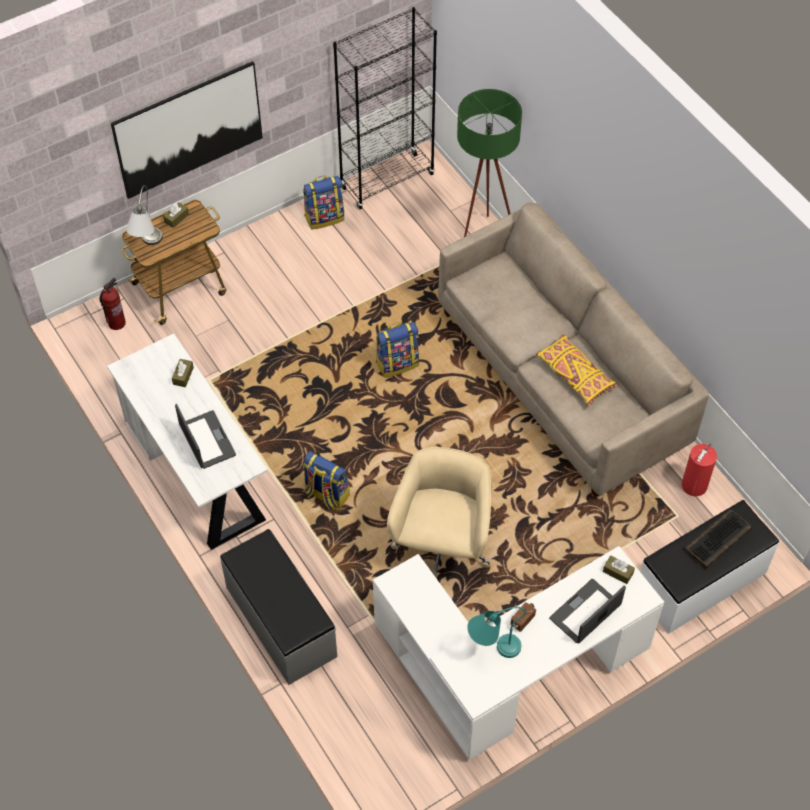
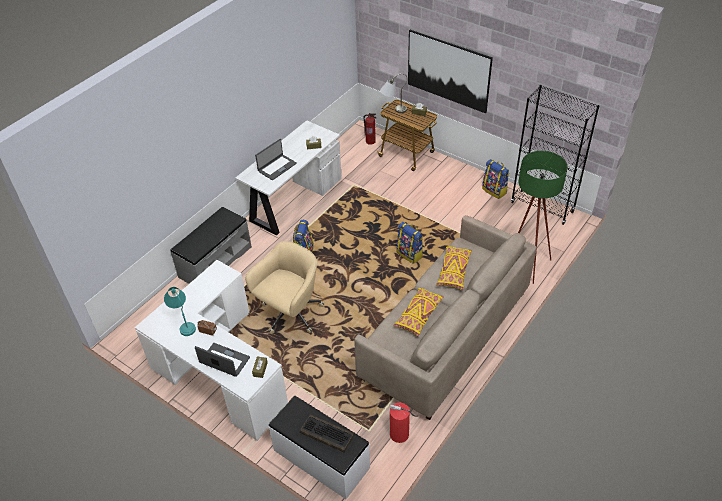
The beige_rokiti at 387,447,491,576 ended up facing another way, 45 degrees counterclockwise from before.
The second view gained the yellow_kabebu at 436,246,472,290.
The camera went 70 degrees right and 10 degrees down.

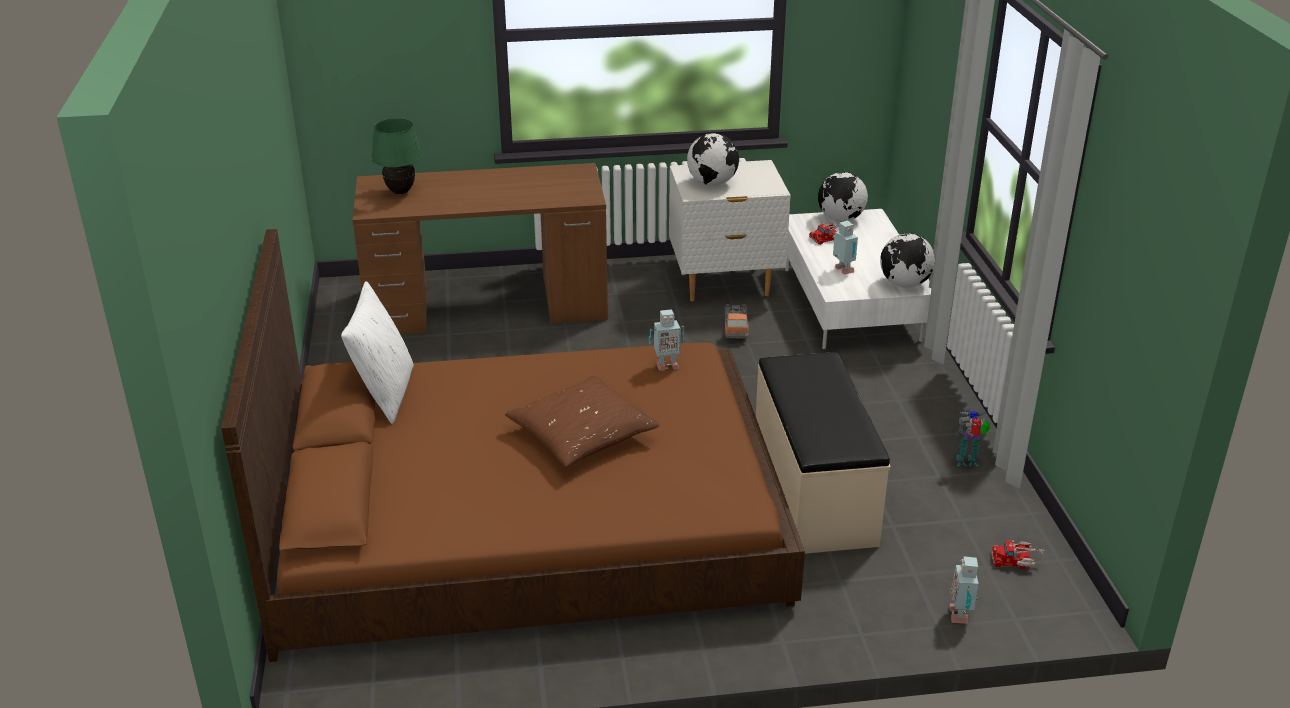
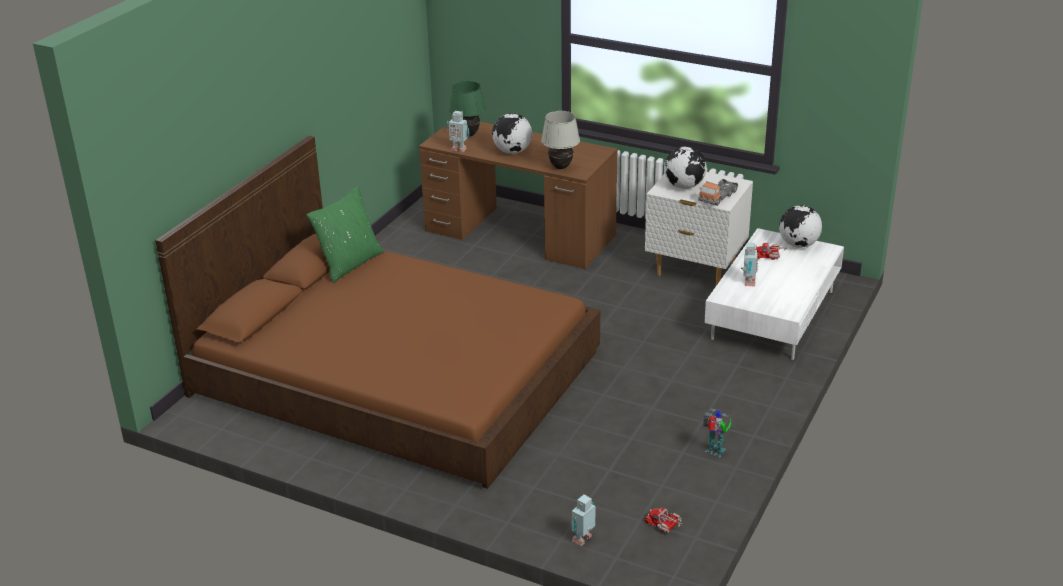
The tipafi ended up elsewhere, having gone from 880,233,935,288 to 492,113,532,154.
What was the white_kabebu at 341,281,414,424 turned into the green_kabebu at 307,186,383,283.
The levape ended up elsewhere, having gone from 725,304,750,338 to 698,179,738,206.
The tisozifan ended up elsewhere, having gone from 649,309,684,371 to 447,111,469,152.
The second view lost the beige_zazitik at 756,352,890,554.
The second view lost the brown_kabebu at 505,375,660,467.
The second view gained the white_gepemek at 541,111,580,169.
The camera went 35 degrees right and 0 degrees up.

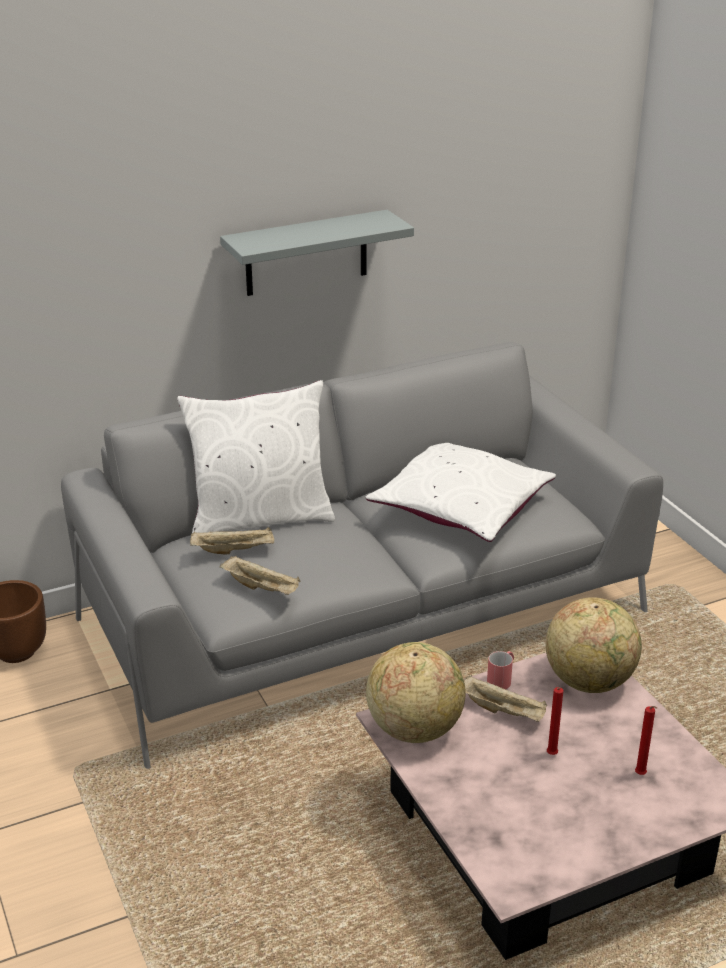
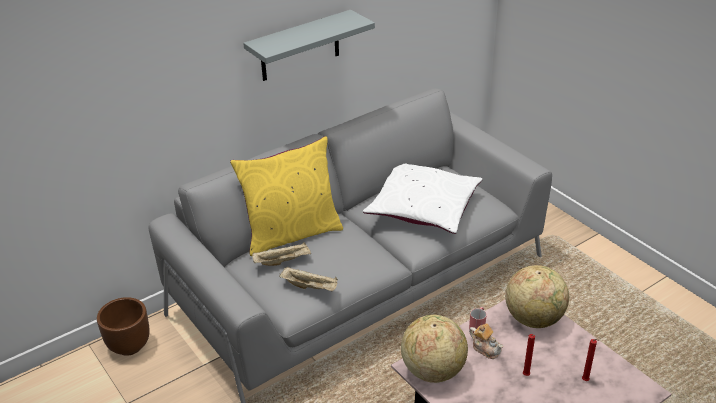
What was the white_kabebu at 177,380,335,533 turned into the yellow_kabebu at 230,136,343,256.
Where the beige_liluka stood at 464,675,547,722, the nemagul came to stand at 469,323,503,359.
The camera went 10 degrees left and 5 degrees up.

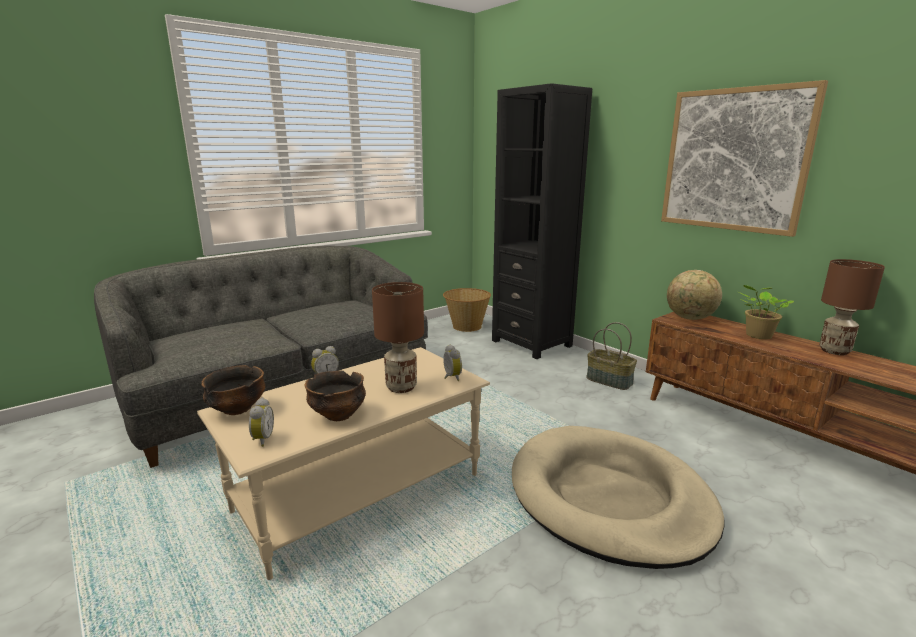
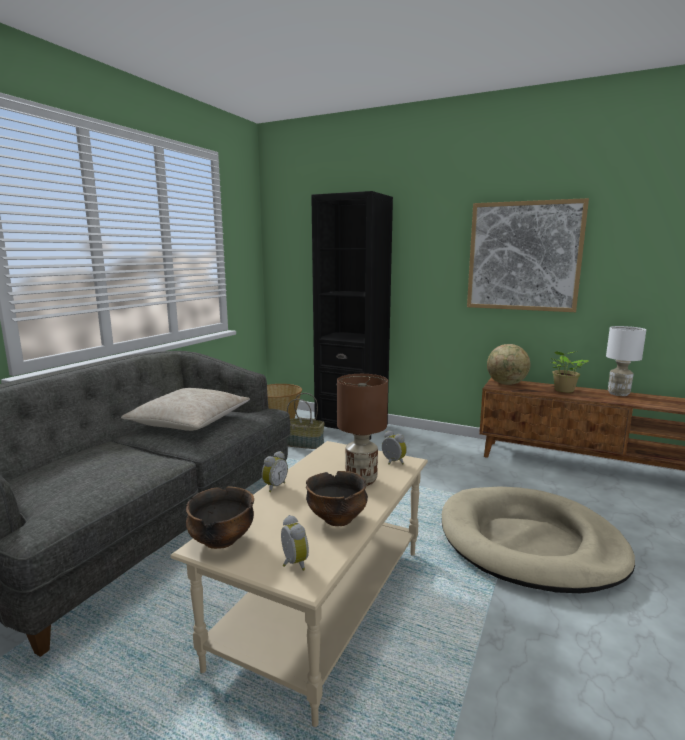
What was the brown_gepemek at 820,259,885,355 turned into the white_gepemek at 606,326,646,396.
The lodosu ended up elsewhere, having gone from 587,322,637,390 to 286,393,325,449.
The second view gained the beige_kabebu at 121,388,250,431.
The camera went 25 degrees left and 5 degrees down.

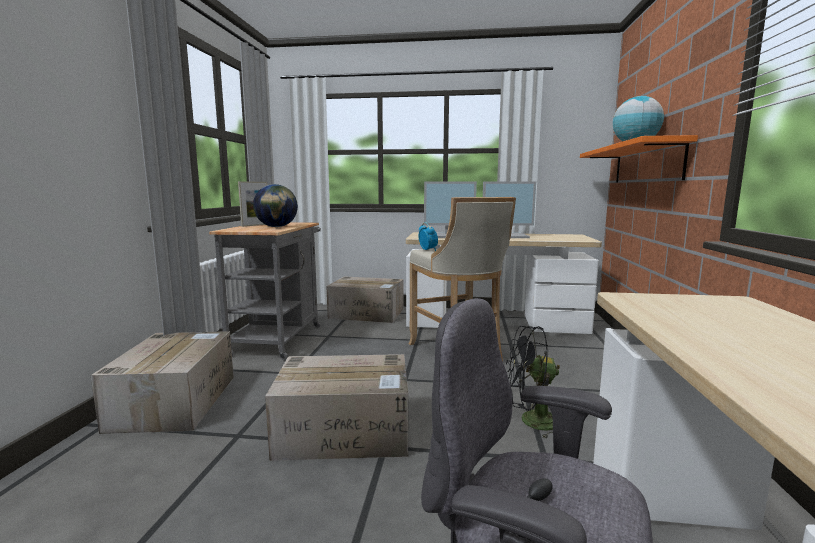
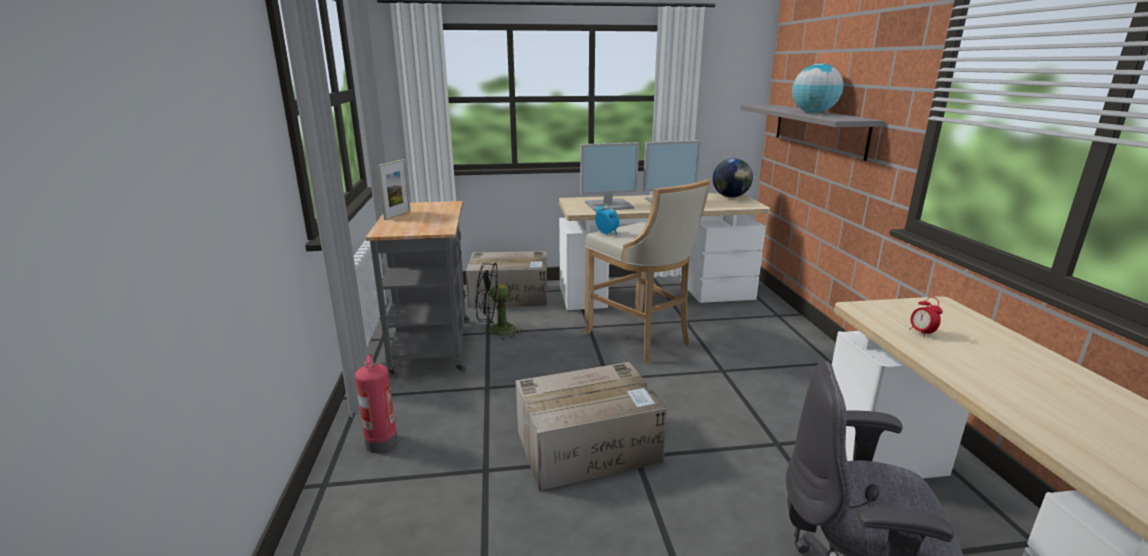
What was the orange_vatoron at 580,135,698,183 turned into the grey_vatoron at 740,105,884,161.
The tipafi ended up elsewhere, having gone from 253,184,298,227 to 713,158,753,197.
The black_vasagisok ended up elsewhere, having gone from 506,326,560,439 to 476,263,524,341.
Where the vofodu stood at 90,331,234,434, the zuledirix came to stand at 355,354,398,453.
The second view gained the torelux at 910,297,943,338.
The camera went 15 degrees left and 10 degrees up.

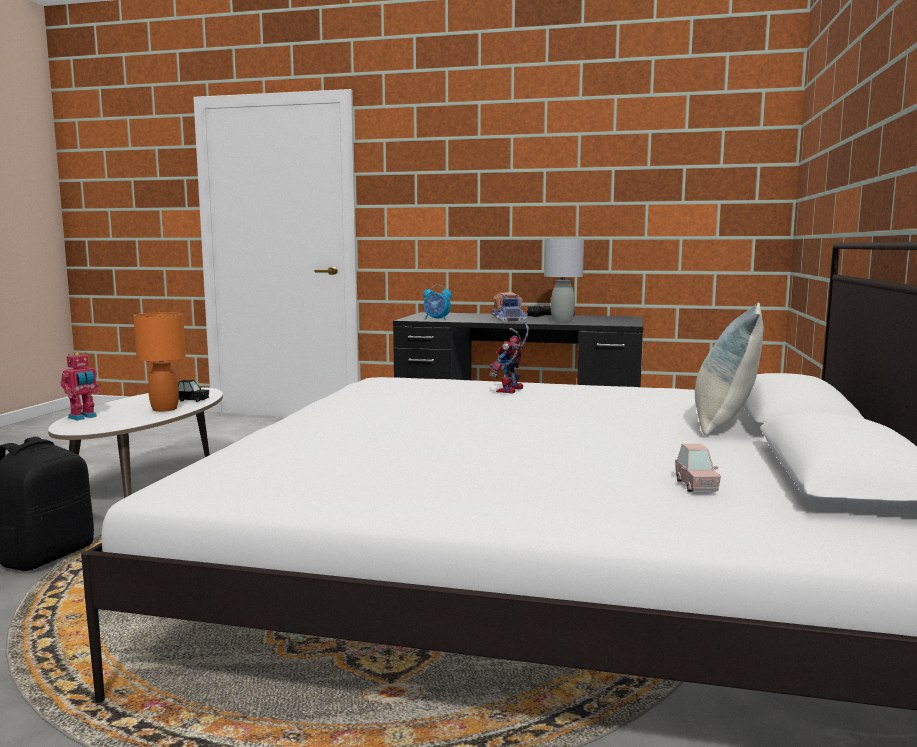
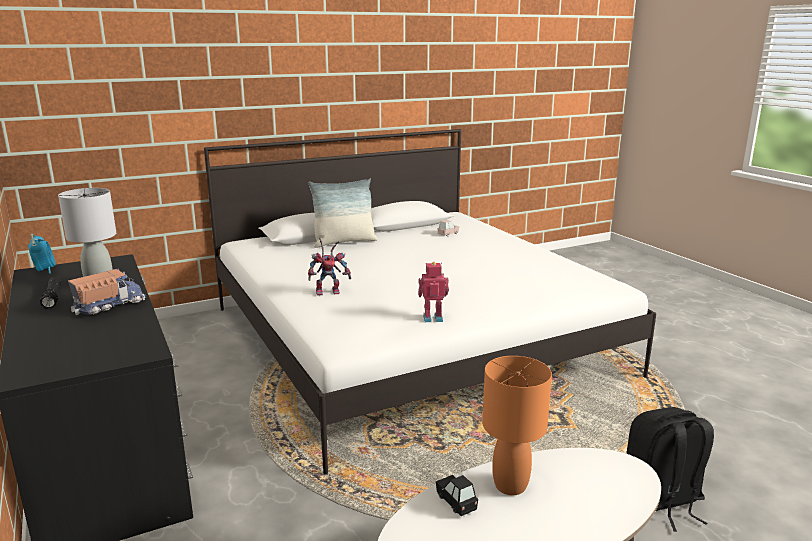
The torelux ended up elsewhere, having gone from 423,284,452,320 to 28,234,56,274.
The tisozifan ended up elsewhere, having gone from 60,352,101,420 to 418,262,449,322.
The camera went 130 degrees left and 10 degrees up.

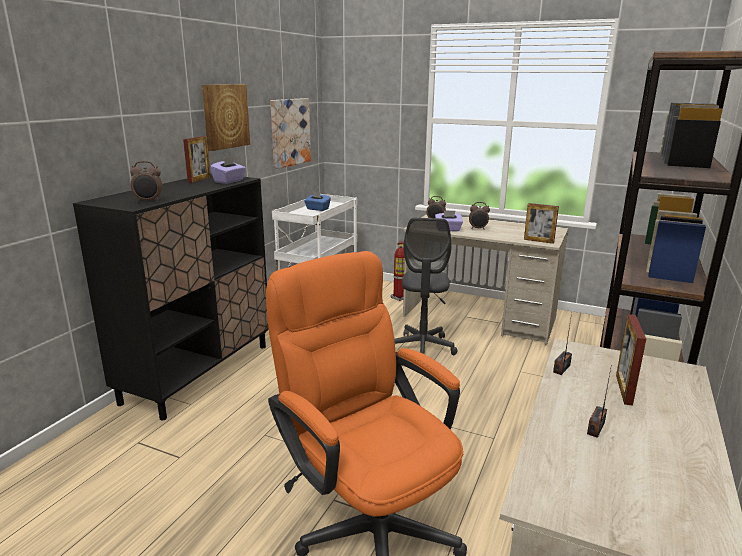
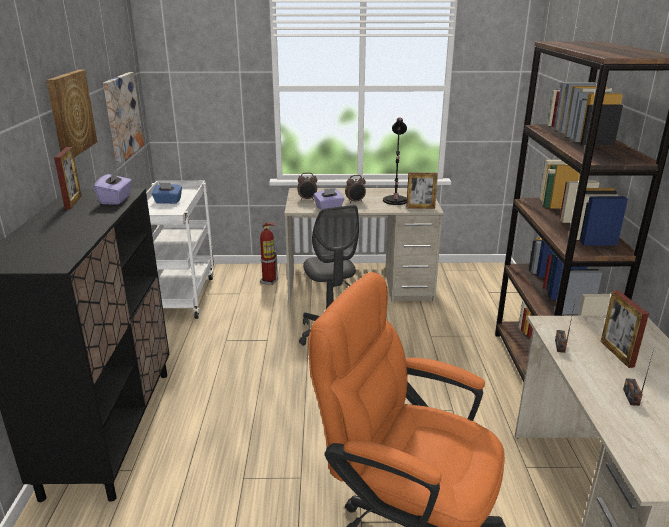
The second view lost the torelux at 130,161,163,202.
The second view gained the black_gepemek at 383,117,407,205.
The camera went 25 degrees left and 5 degrees up.

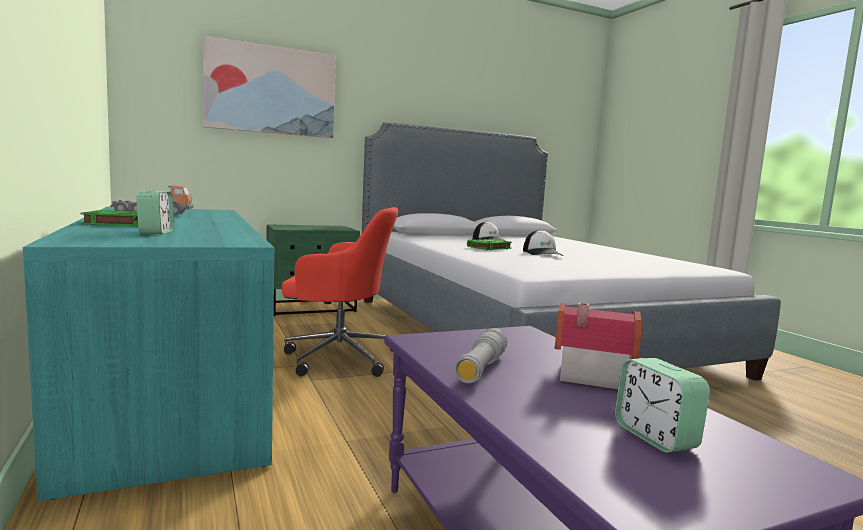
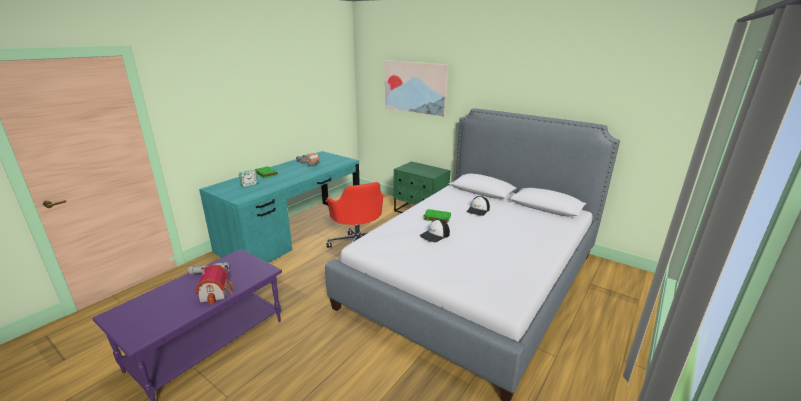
The second view lost the torelux at 615,358,710,452.
The camera went 60 degrees right and 15 degrees up.

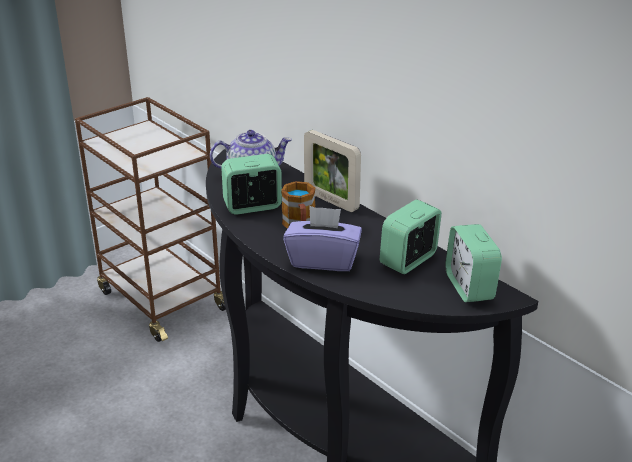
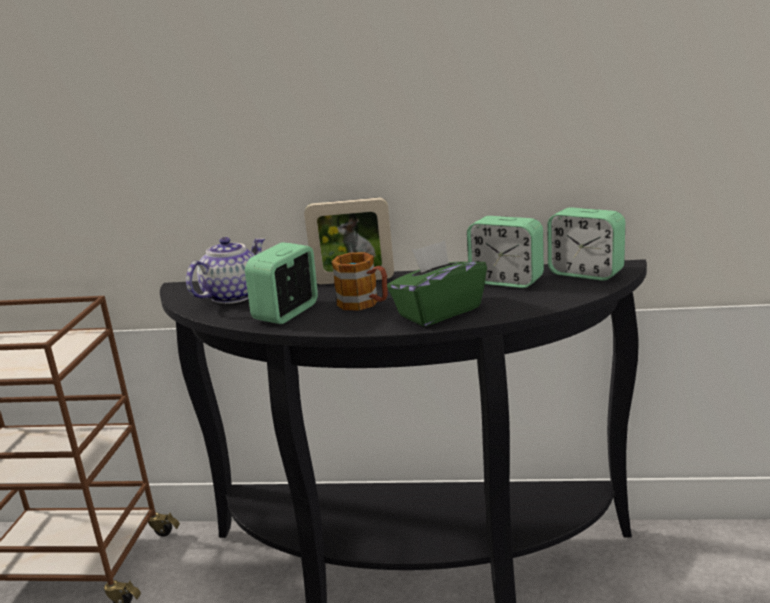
The torelux at 380,199,442,274 ended up facing another way, 60 degrees counterclockwise from before.
What was the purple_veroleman at 283,206,362,271 turned into the green_veroleman at 387,240,487,327.
The camera went 40 degrees left and 10 degrees down.

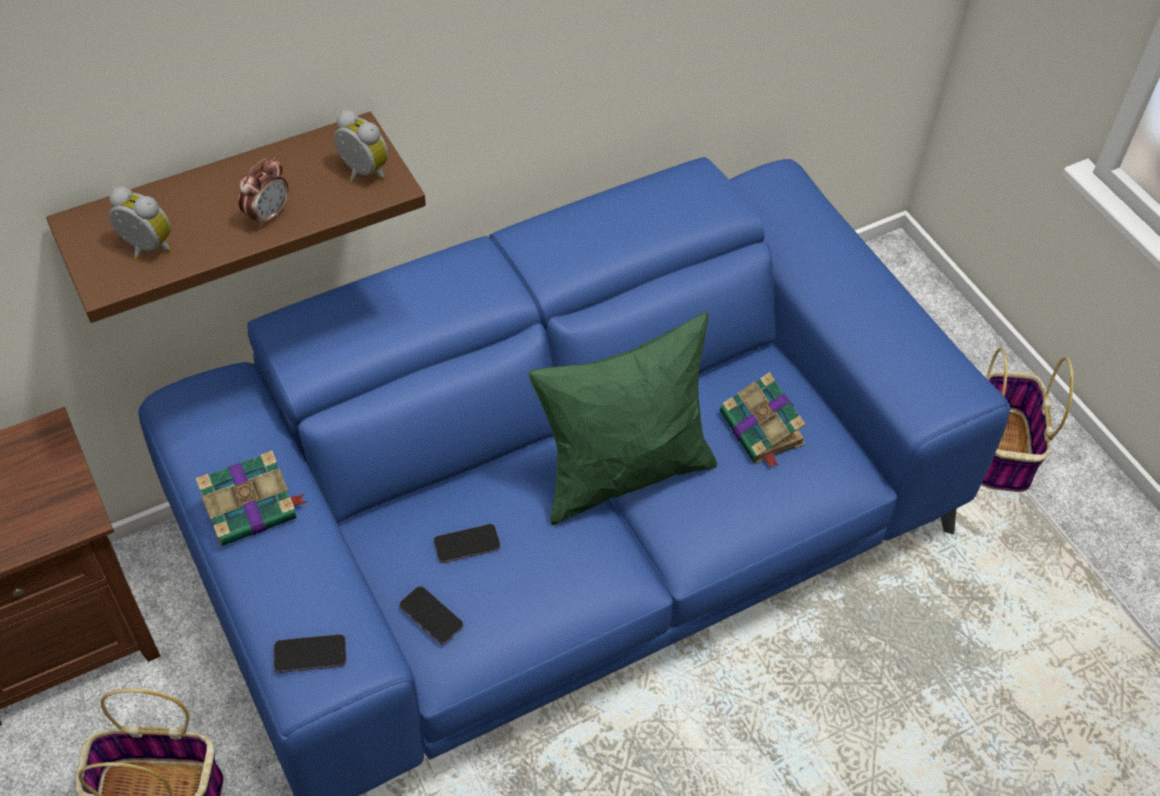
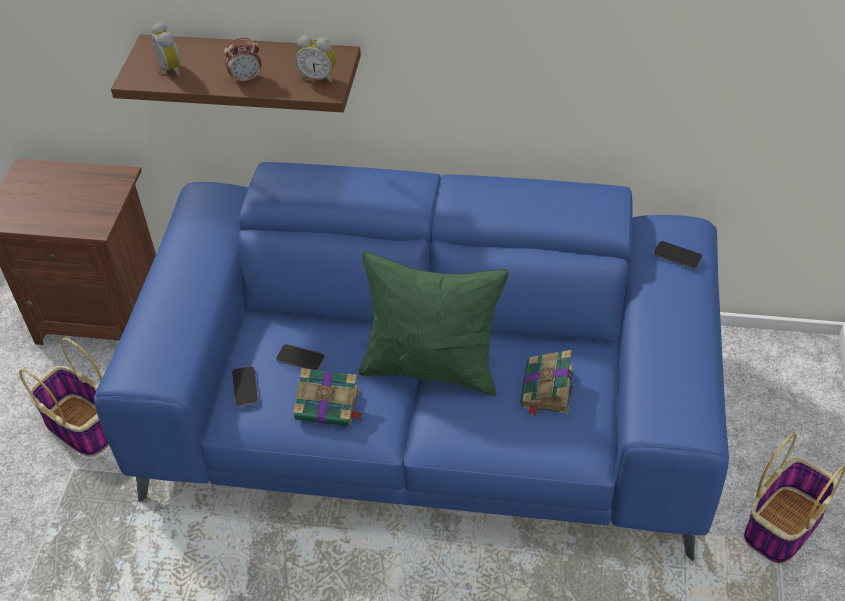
The torelux at 334,110,388,182 ended up facing another way, 120 degrees clockwise from before.
The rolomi ended up elsewhere, having gone from 195,451,308,546 to 294,368,363,426.
The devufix ended up elsewhere, having gone from 274,634,346,673 to 653,241,702,270.
The camera went 40 degrees right and 5 degrees down.

